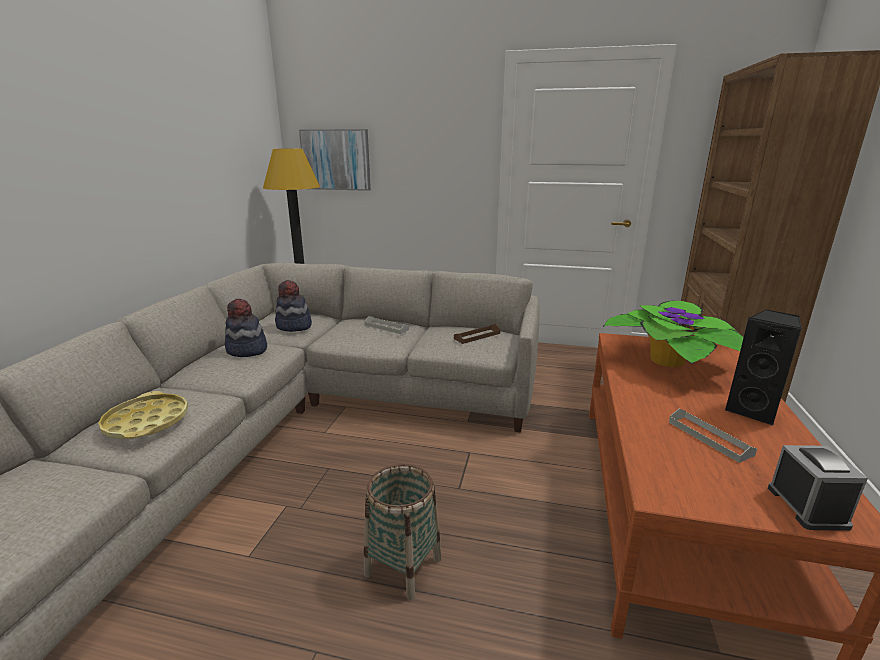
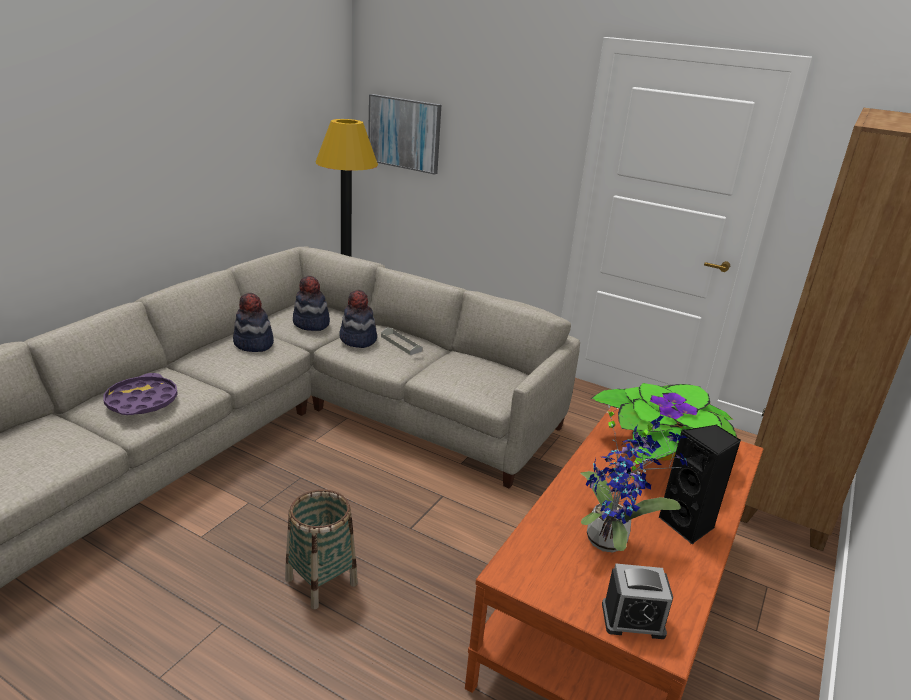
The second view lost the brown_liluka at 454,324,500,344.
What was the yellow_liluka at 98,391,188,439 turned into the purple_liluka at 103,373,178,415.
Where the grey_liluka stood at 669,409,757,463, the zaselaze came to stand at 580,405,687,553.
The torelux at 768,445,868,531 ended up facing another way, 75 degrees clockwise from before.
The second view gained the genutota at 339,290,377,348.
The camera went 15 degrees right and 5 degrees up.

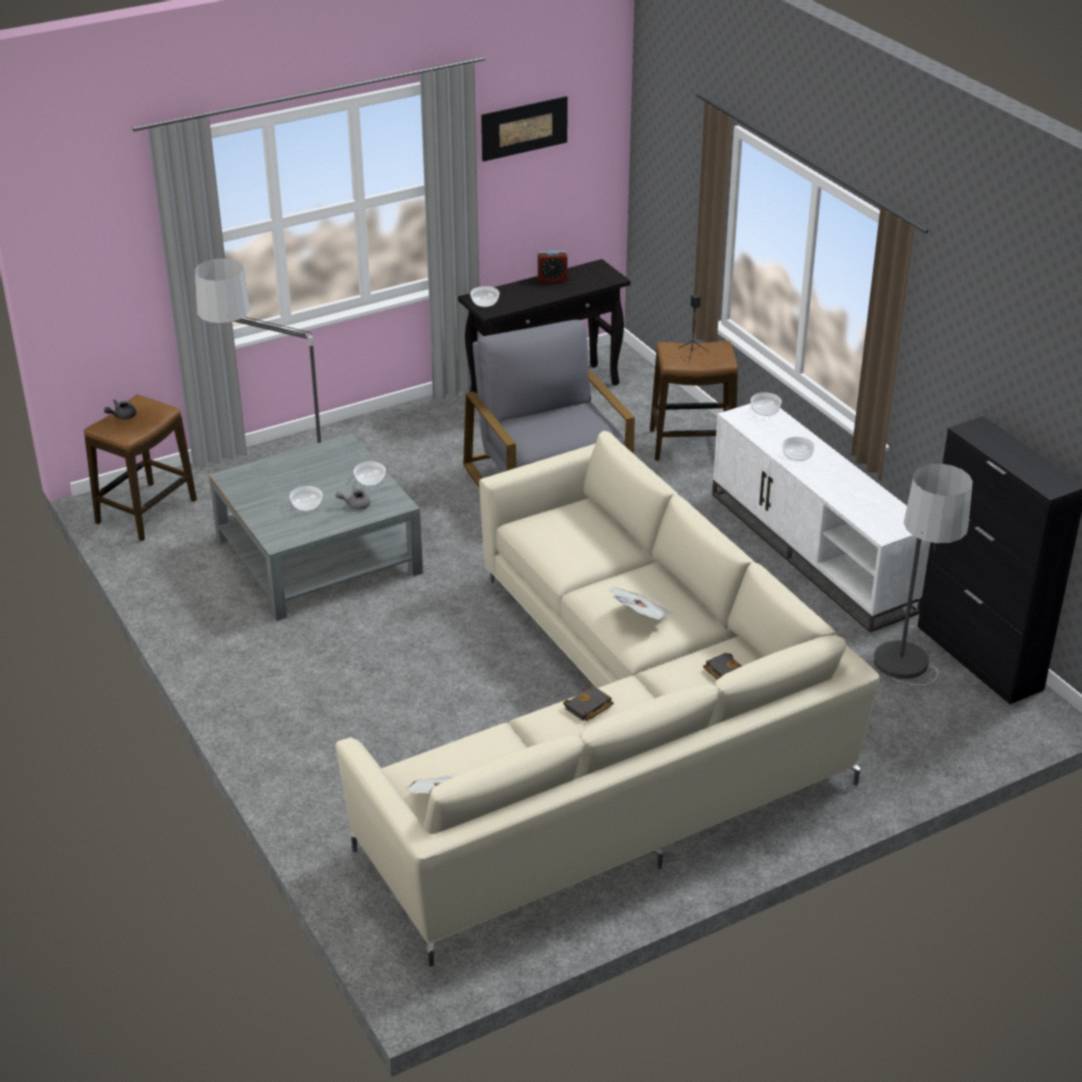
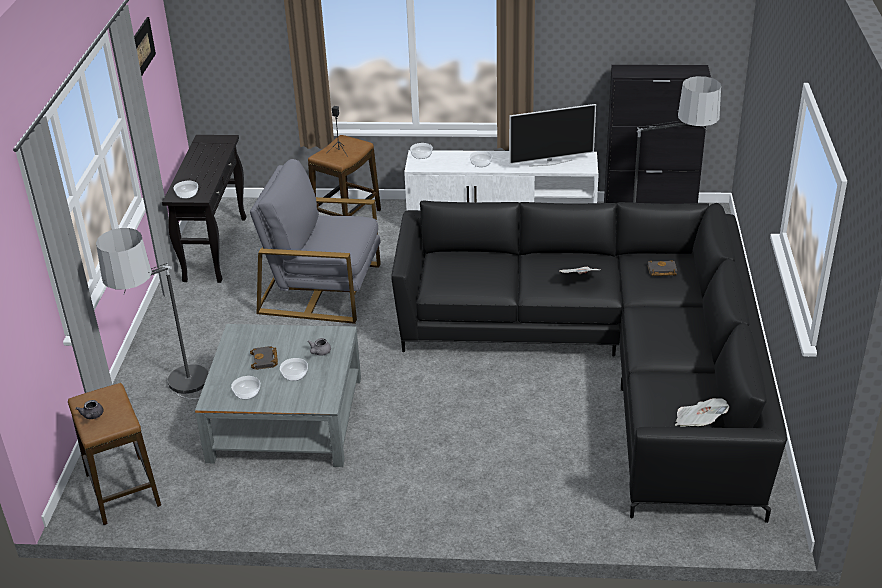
The second view lost the torelux at 538,250,567,283.
What was the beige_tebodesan at 336,431,880,967 turned into the black_tebodesan at 391,200,787,523.
The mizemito ended up elsewhere, having gone from 354,462,386,486 to 231,376,260,400.
The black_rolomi ended up elsewhere, having gone from 563,686,614,721 to 250,346,278,370.
The second view gained the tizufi at 509,104,596,167.
The camera went 55 degrees left and 0 degrees up.

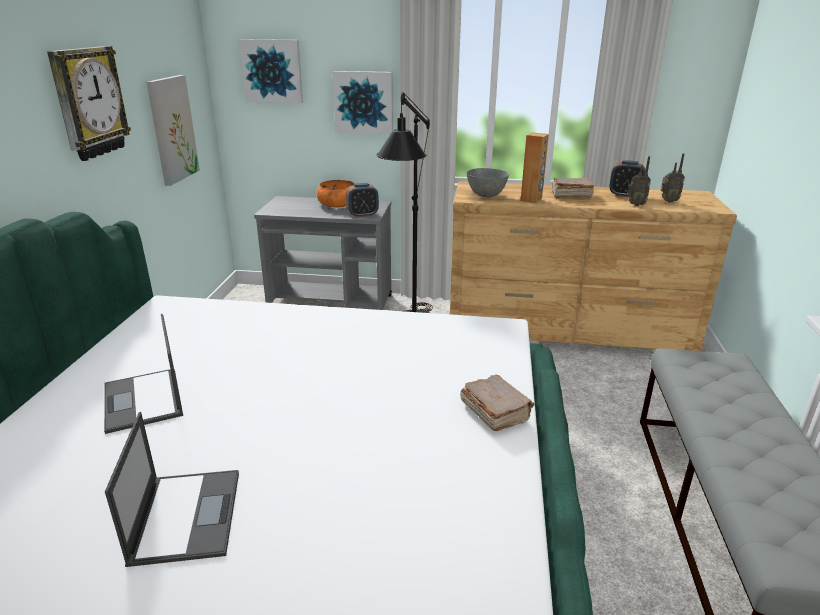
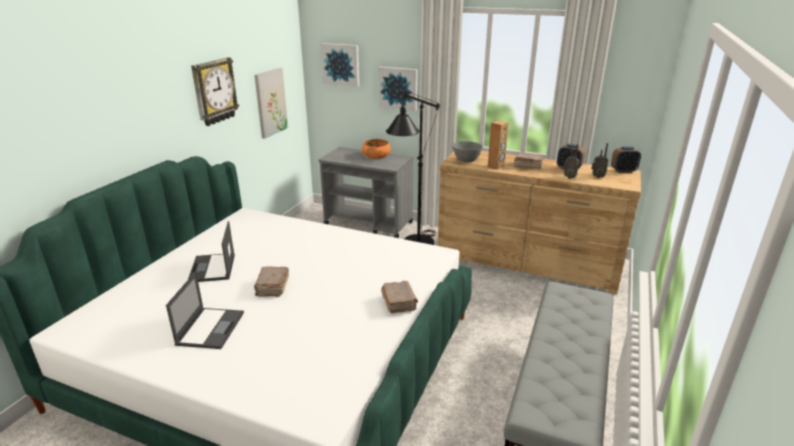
The torelux ended up elsewhere, having gone from 346,183,379,218 to 611,146,641,173.
The second view gained the brown_rolomi at 254,266,289,297.
The camera went 15 degrees right and 0 degrees up.

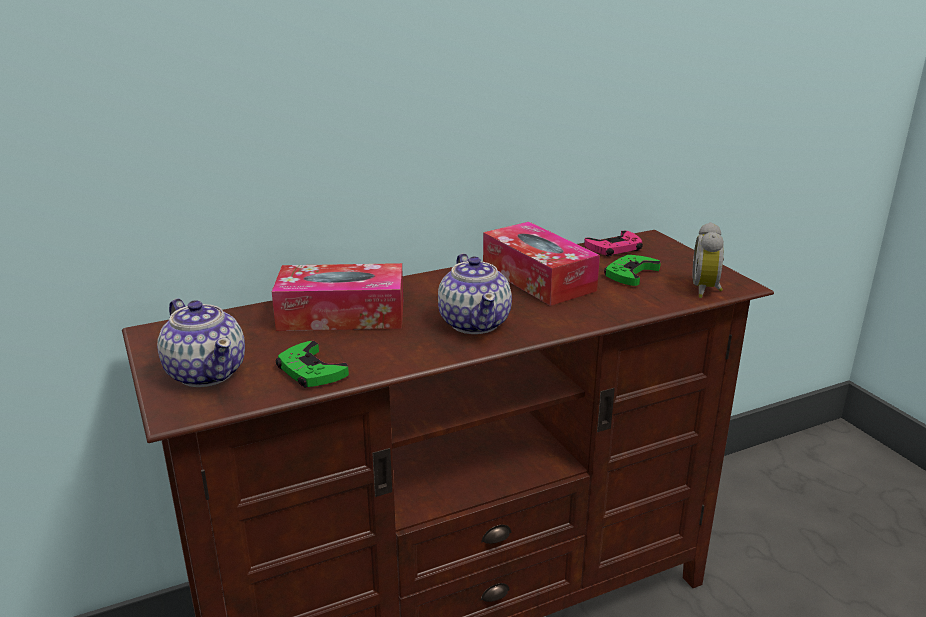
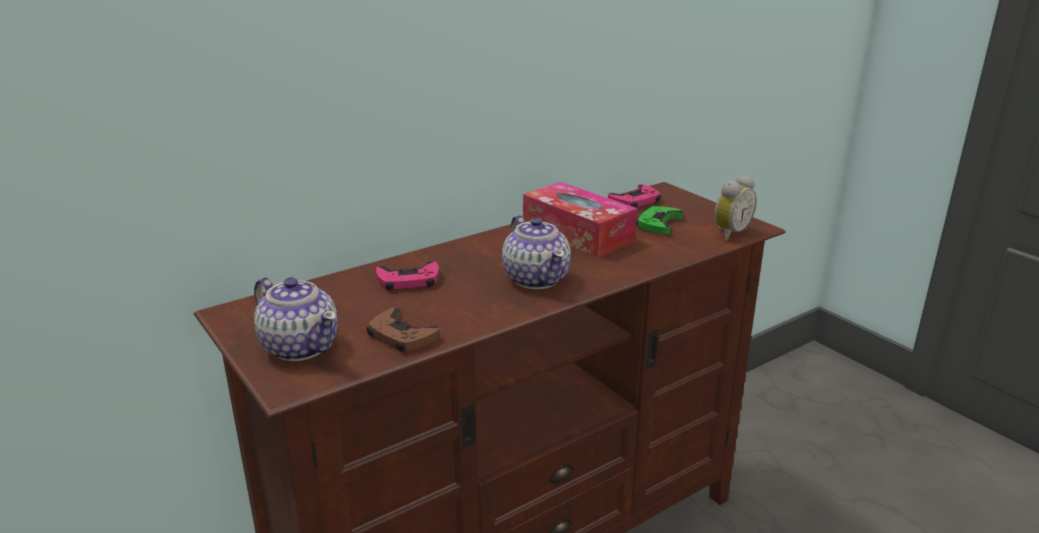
The torelux at 693,222,724,298 ended up facing another way, 135 degrees counterclockwise from before.
Where the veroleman stood at 272,263,403,331, the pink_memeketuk came to stand at 376,261,439,291.
What was the green_memeketuk at 276,341,349,387 turned into the brown_memeketuk at 366,308,440,352.
The camera went 10 degrees left and 0 degrees up.

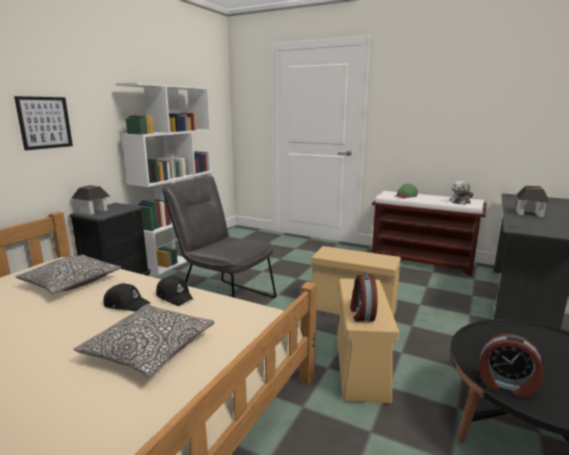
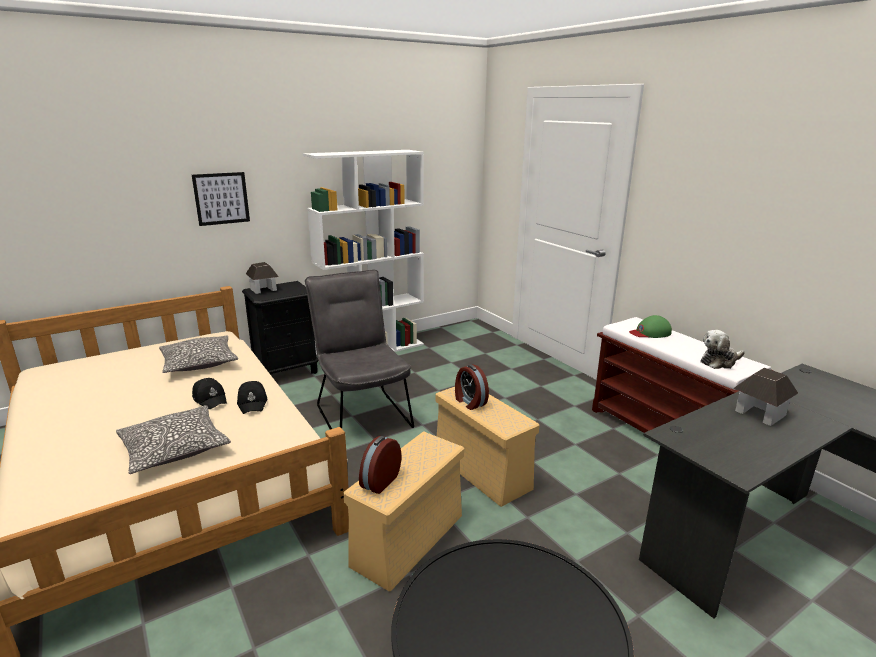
The torelux ended up elsewhere, having gone from 479,333,543,398 to 455,364,489,410.
The camera went 30 degrees right and 5 degrees up.

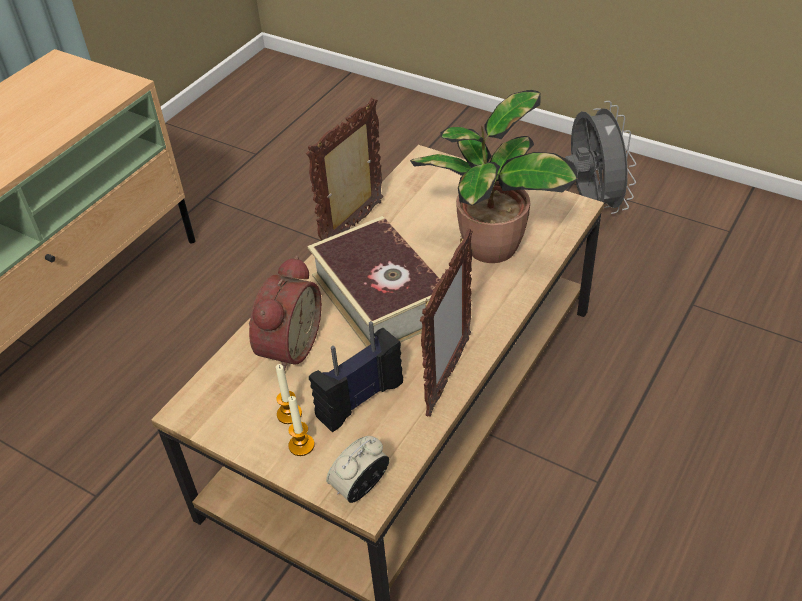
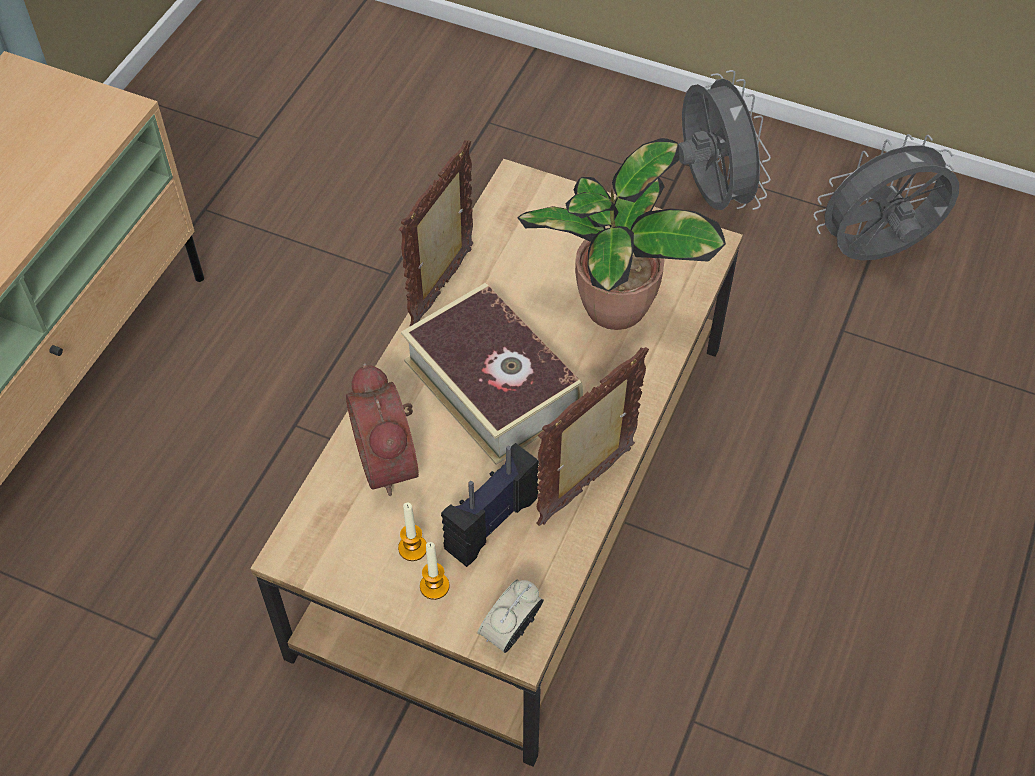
The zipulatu at 420,228,473,417 ended up facing another way, 150 degrees counterclockwise from before.
The torelux at 249,255,322,371 ended up facing another way, 150 degrees clockwise from before.
The second view gained the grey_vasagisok at 813,134,959,261.
The camera went 10 degrees left and 10 degrees up.

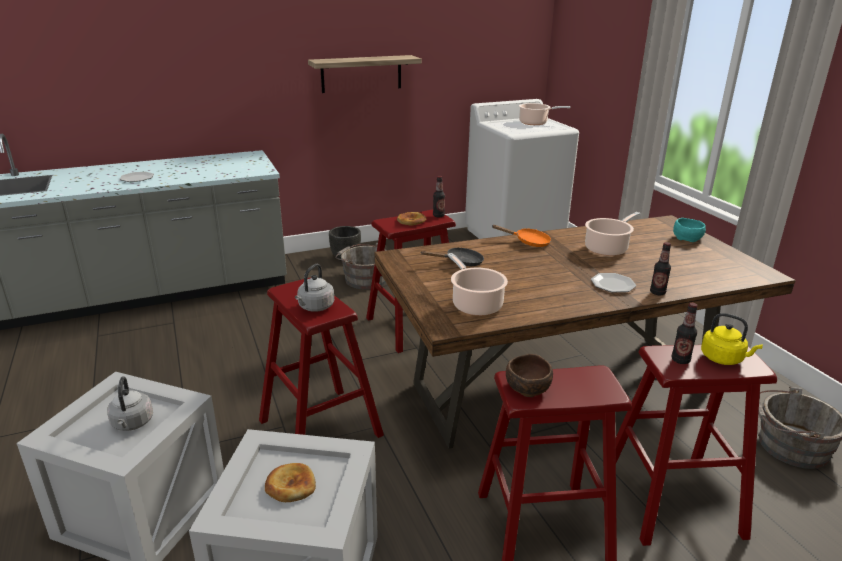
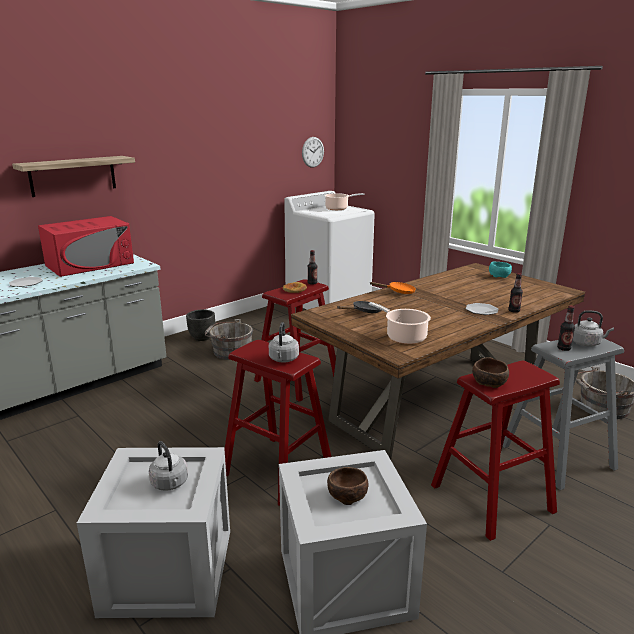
The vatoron ended up elsewhere, having gone from 308,55,422,93 to 12,156,135,197.
The second view lost the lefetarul at 585,212,640,256.
What was the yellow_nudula at 701,313,763,365 turned into the grey_nudula at 573,310,614,346.
What was the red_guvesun at 615,345,777,546 turned into the grey_guvesun at 502,338,624,490.
Where the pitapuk stood at 265,463,316,502, the brown_mizemito came to stand at 327,467,369,505.
The second view gained the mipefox at 302,137,324,168.
The second view gained the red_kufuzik at 38,216,134,277.
The camera went 20 degrees left and 5 degrees down.

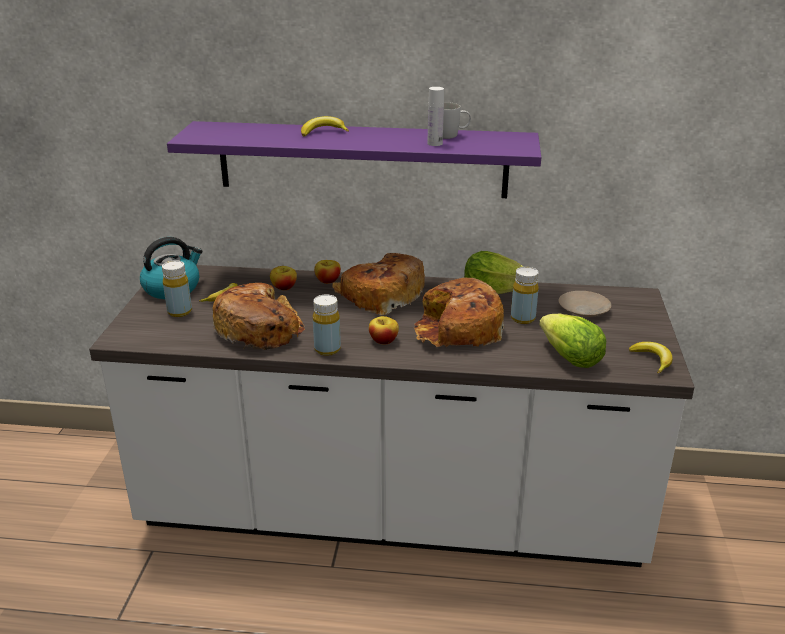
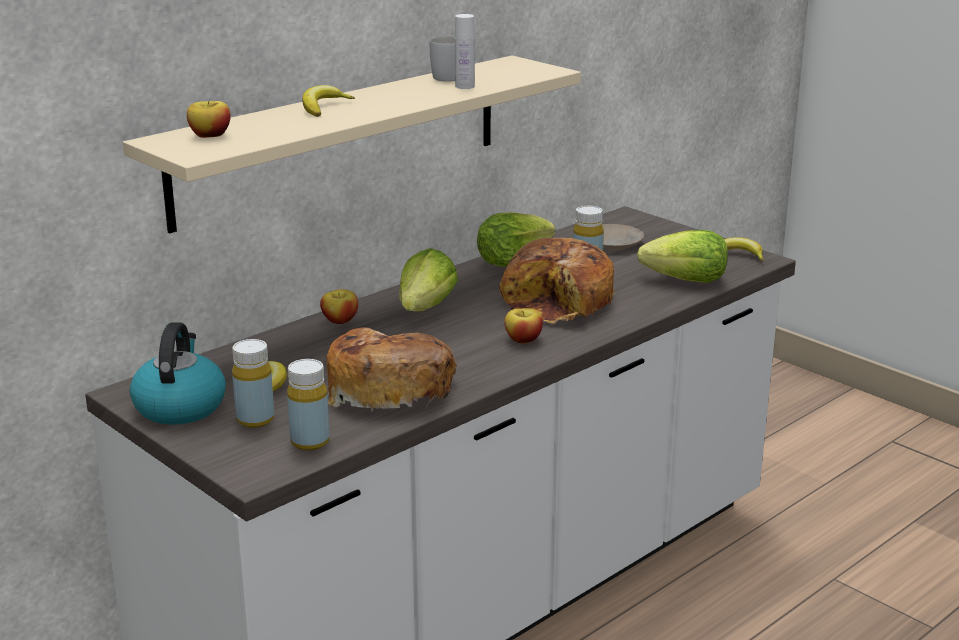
What was the purple_vatoron at 167,121,541,198 turned into the beige_vatoron at 123,56,581,234.
Where the pitapuk stood at 332,253,425,315, the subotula came to stand at 399,248,458,311.
The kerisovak ended up elsewhere, having gone from 270,266,297,290 to 187,101,231,138.
The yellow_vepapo ended up elsewhere, having gone from 313,294,341,356 to 287,359,330,450.
The camera went 50 degrees left and 5 degrees down.

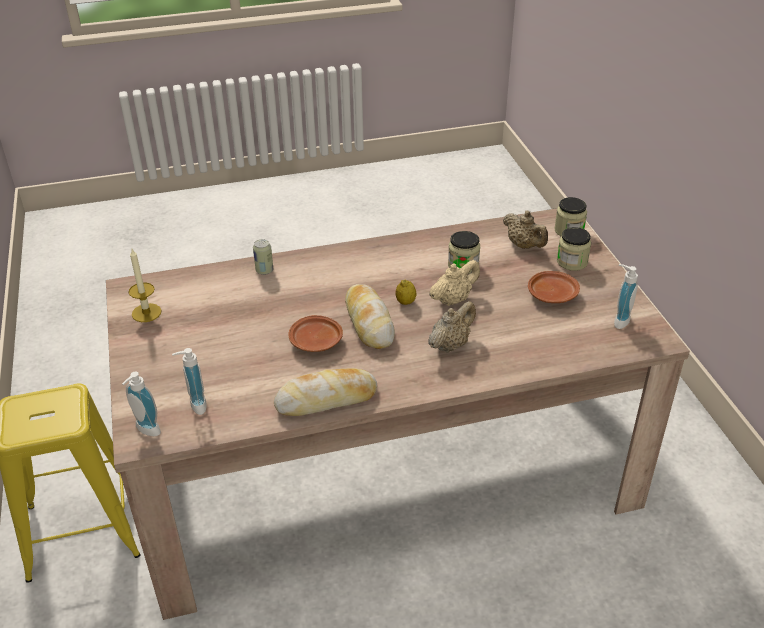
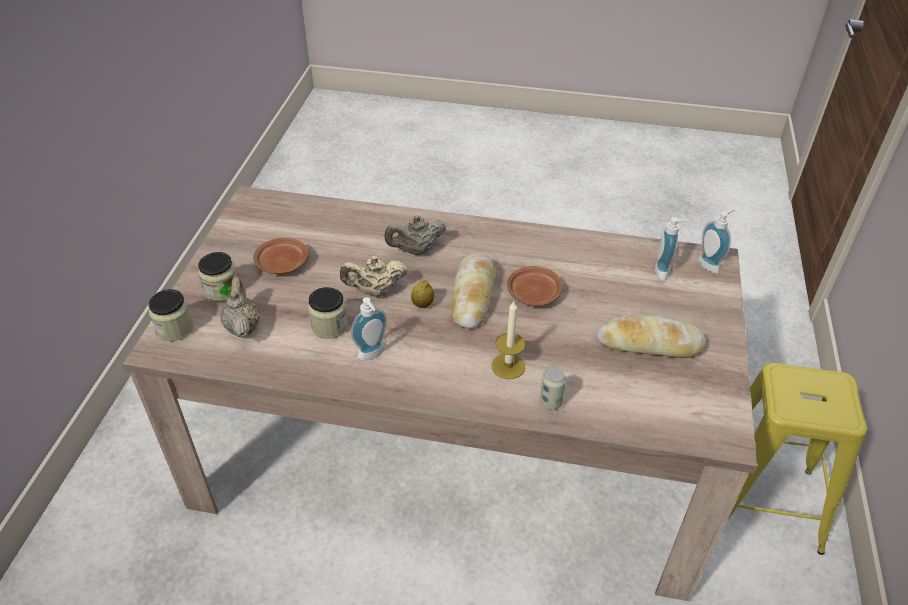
The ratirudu ended up elsewhere, having gone from 128,249,162,322 to 492,301,525,379.
The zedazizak ended up elsewhere, having gone from 614,264,638,329 to 351,297,387,361.
The pitapuk ended up elsewhere, having gone from 274,368,377,416 to 597,315,706,358.
The camera went 155 degrees left and 5 degrees up.

